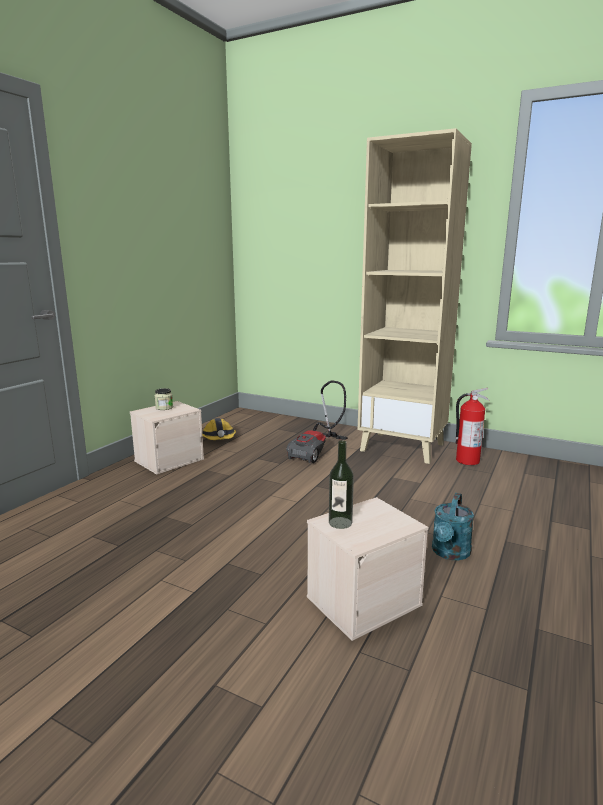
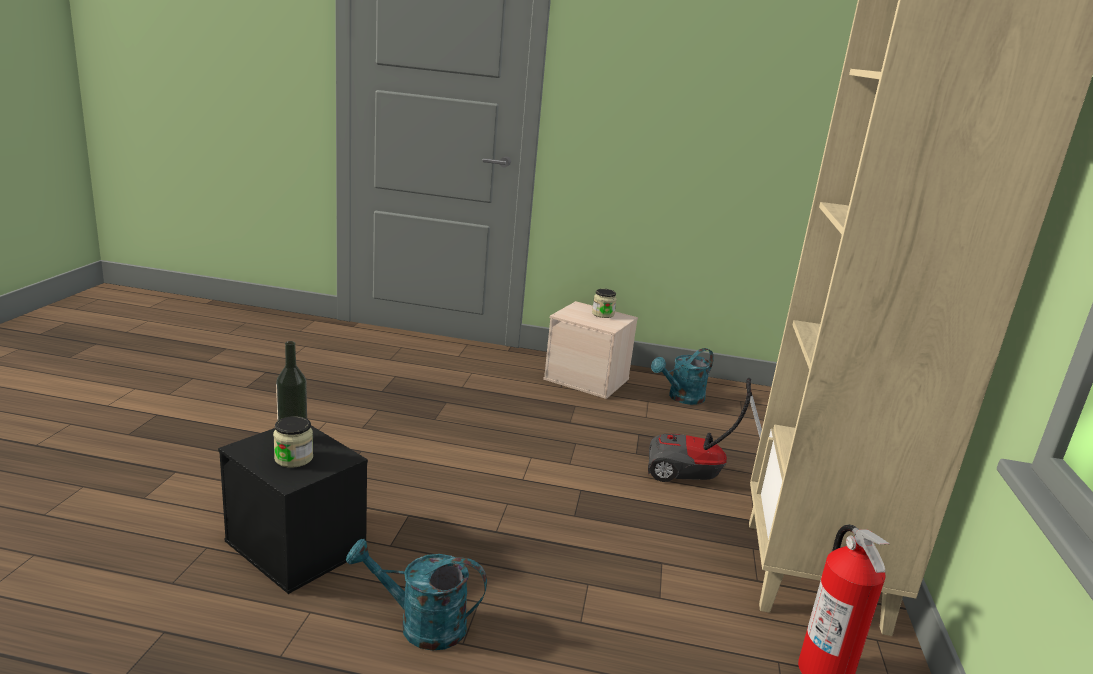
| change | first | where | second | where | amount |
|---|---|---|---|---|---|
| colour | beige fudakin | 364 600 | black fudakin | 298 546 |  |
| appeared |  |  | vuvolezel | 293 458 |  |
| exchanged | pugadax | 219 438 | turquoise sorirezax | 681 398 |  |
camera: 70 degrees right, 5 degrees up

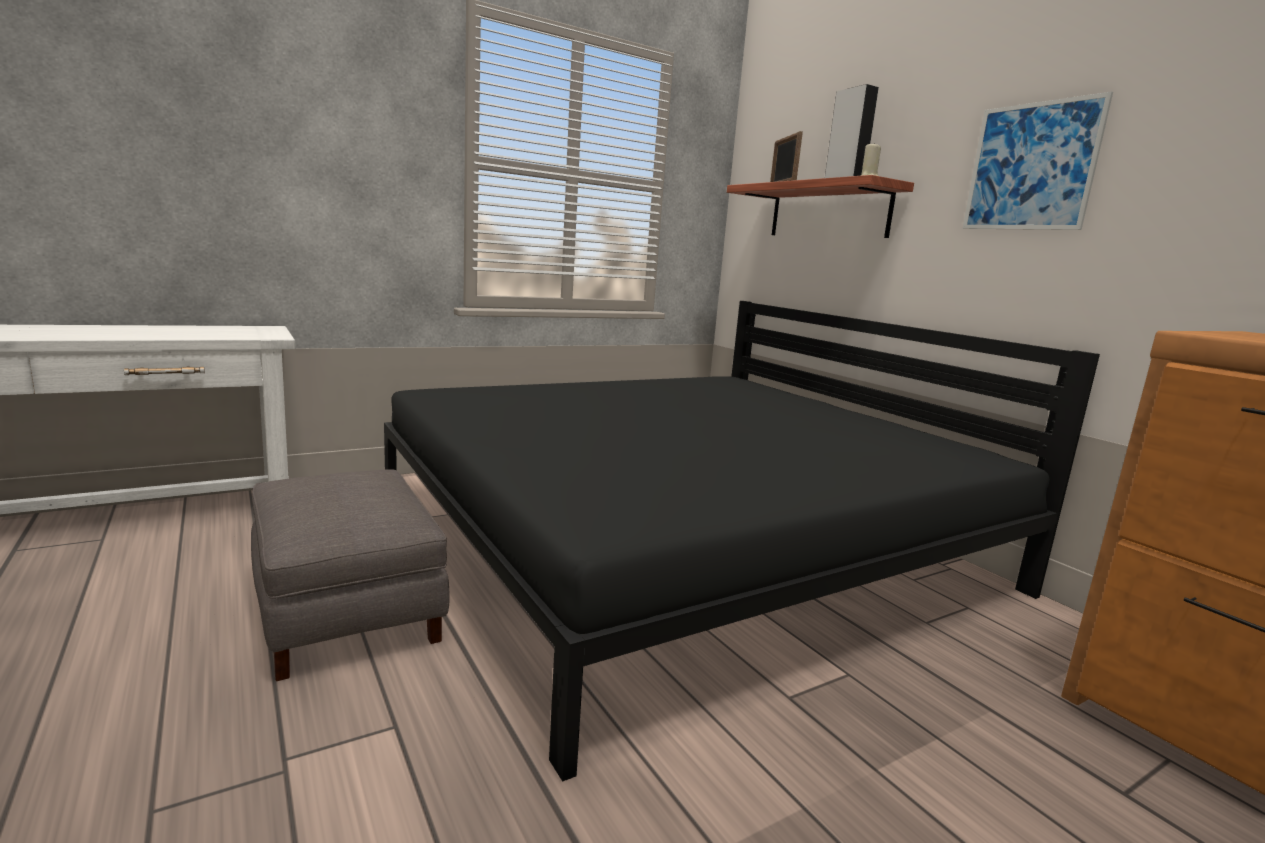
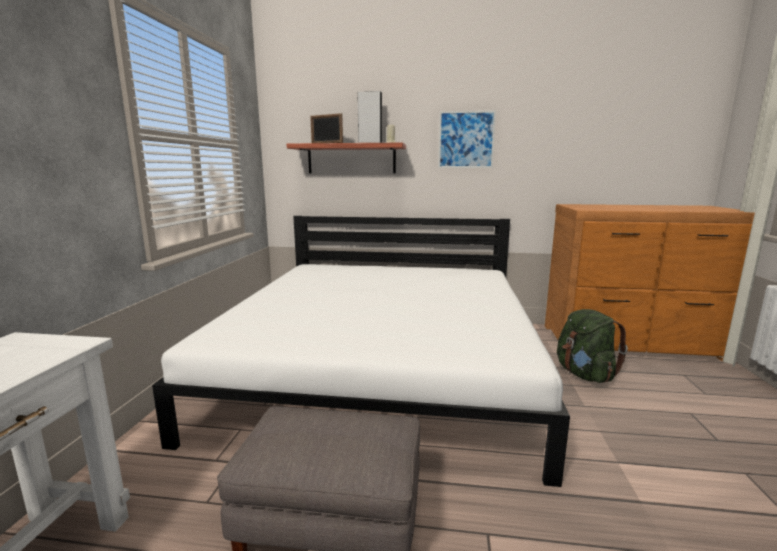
| change | first | where | second | where | amount |
|---|---|---|---|---|---|
| colour | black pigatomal | 684 542 | white pigatomal | 382 367 |  |
| appeared |  |  | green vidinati | 584 374 |  |
camera: 50 degrees left, 0 degrees up

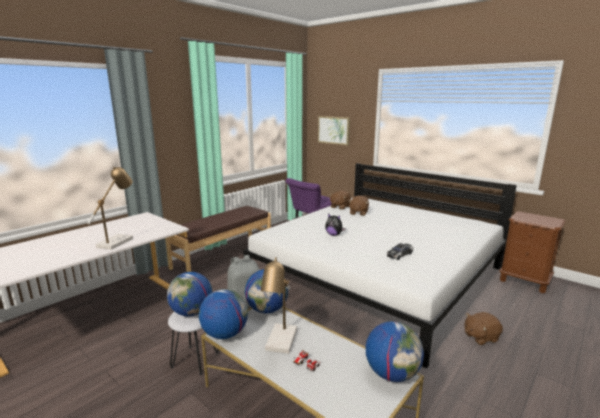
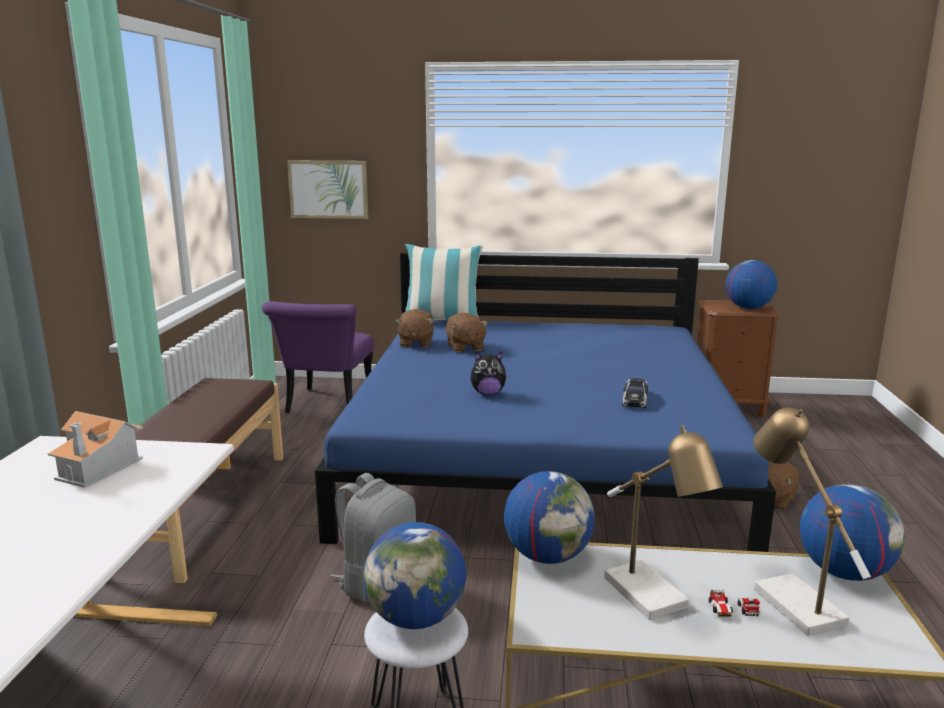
| change | first | where | second | where | amount |
|---|---|---|---|---|---|
| appeared |  |  | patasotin | 98 467 |  |
| colour | white pigatomal | 378 275 | blue pigatomal | 541 455 |  |
| appeared |  |  | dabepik | 443 321 |  |
| relocated | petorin | 225 334 |  | 748 308 |  |
| relocated | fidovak | 118 241 |  | 789 600 |  |
camera: 35 degrees left, 0 degrees up

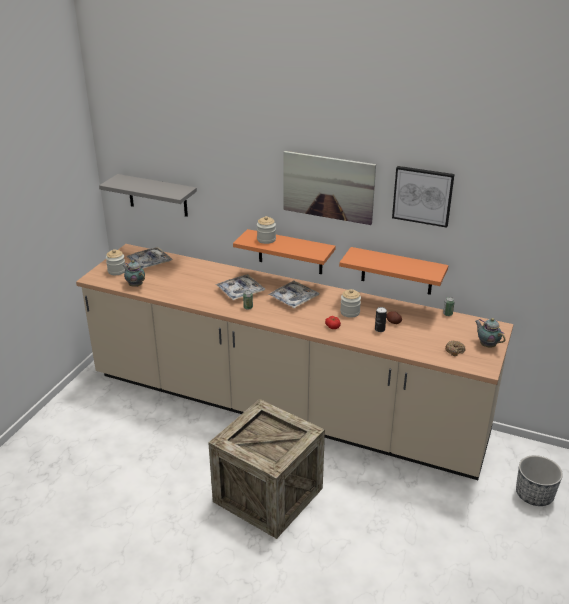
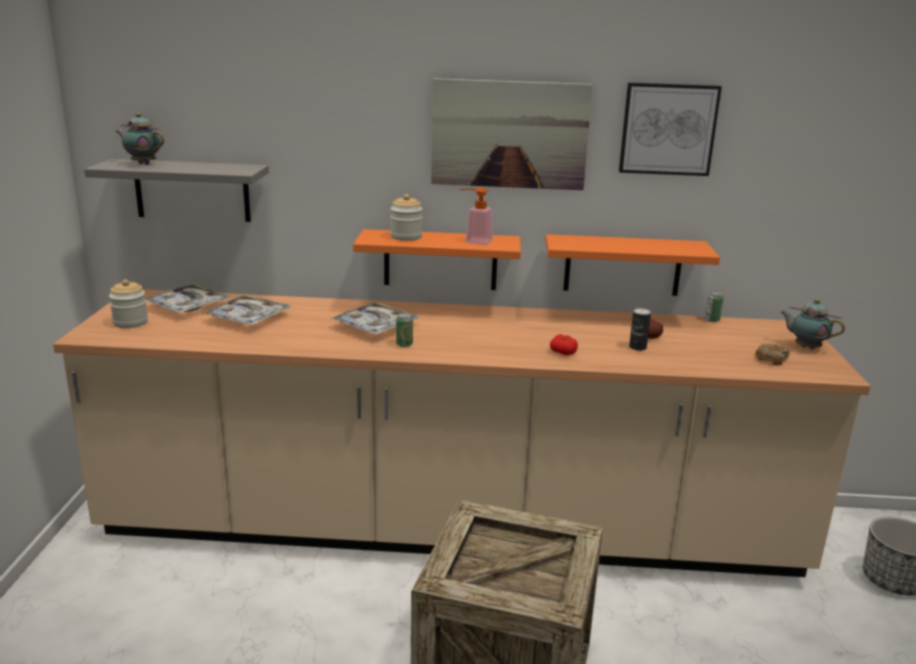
| change | first | where | second | where | amount |
|---|---|---|---|---|---|
| relocated | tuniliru | 135 285 |  | 142 164 |  |
| relocated | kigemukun | 293 299 |  | 248 318 |  |
| appeared |  |  | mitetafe | 474 241 |  |
| missing | vuvolezel | 350 312 |  |  |  |
camera: 20 degrees left, 10 degrees down

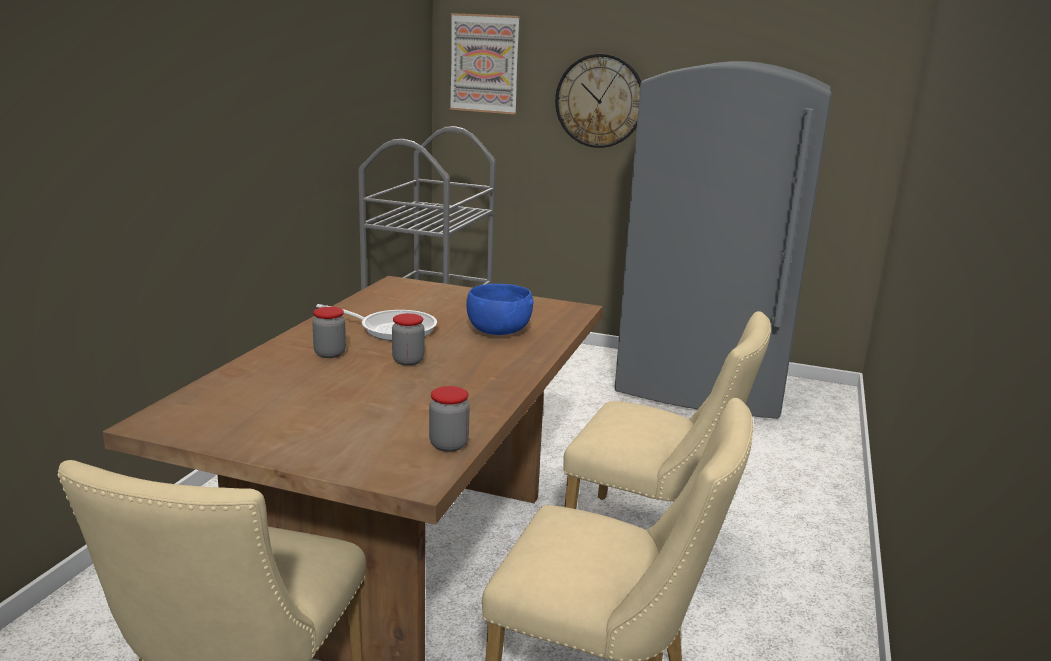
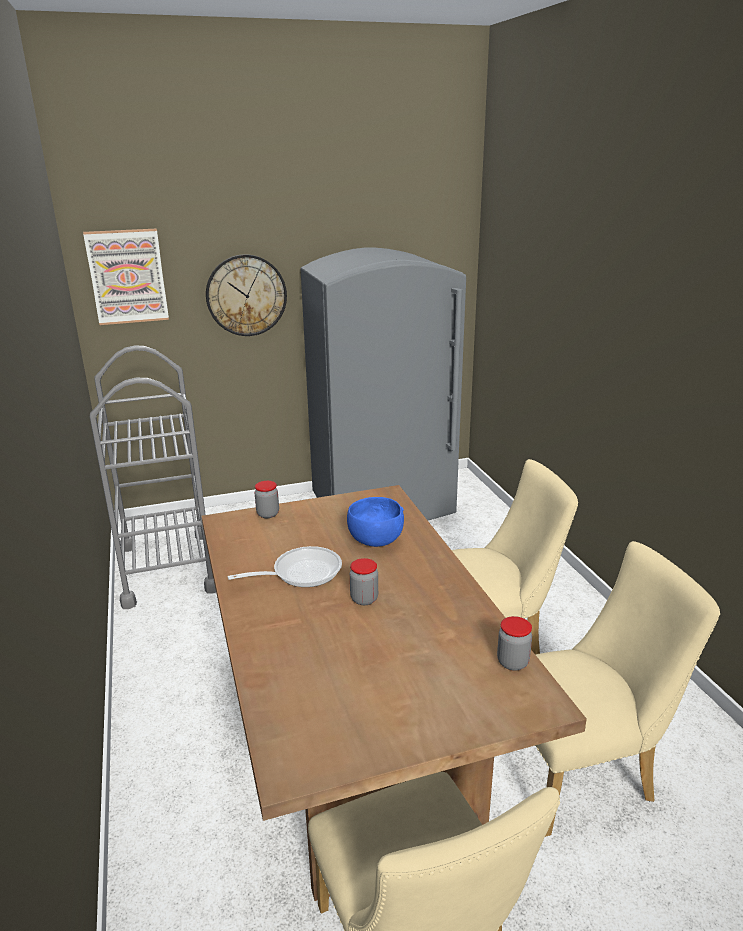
| change | first | where | second | where | amount |
|---|---|---|---|---|---|
| relocated | vuvolezel | 330 353 |  | 268 514 |  |
camera: 35 degrees left, 5 degrees up

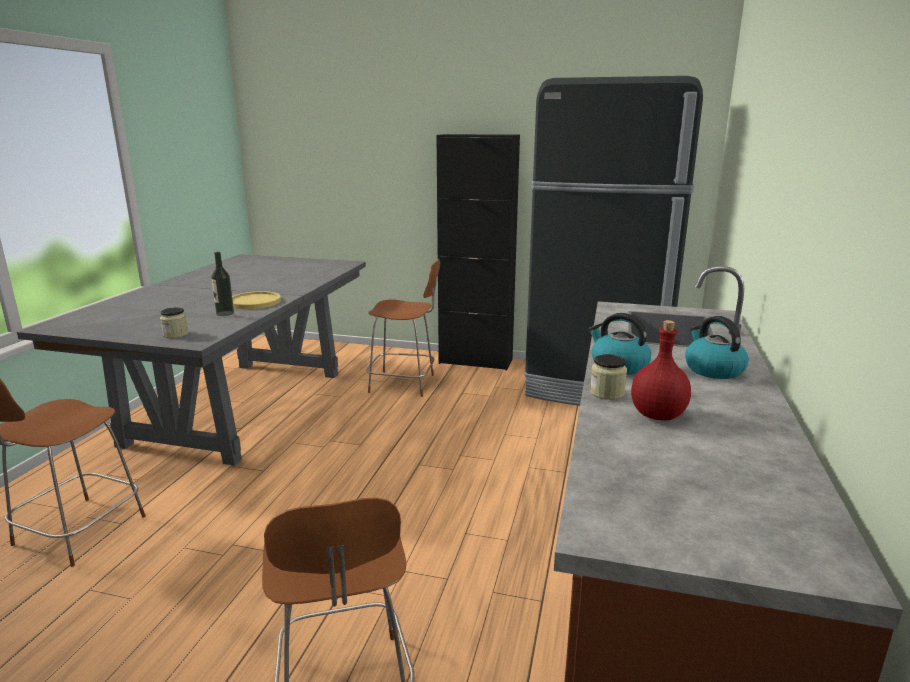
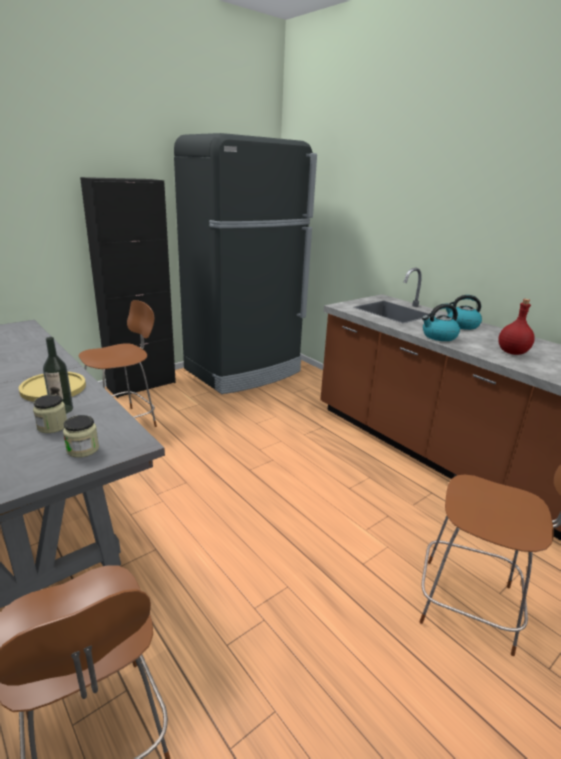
| change | first | where | second | where | amount |
|---|---|---|---|---|---|
| relocated | vuvolezel | 607 393 |  | 52 426 |  |
camera: 55 degrees left, 5 degrees up

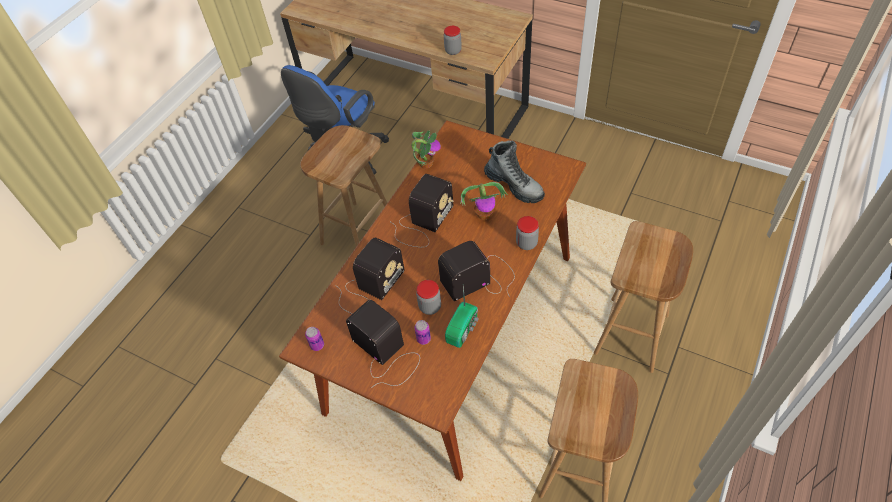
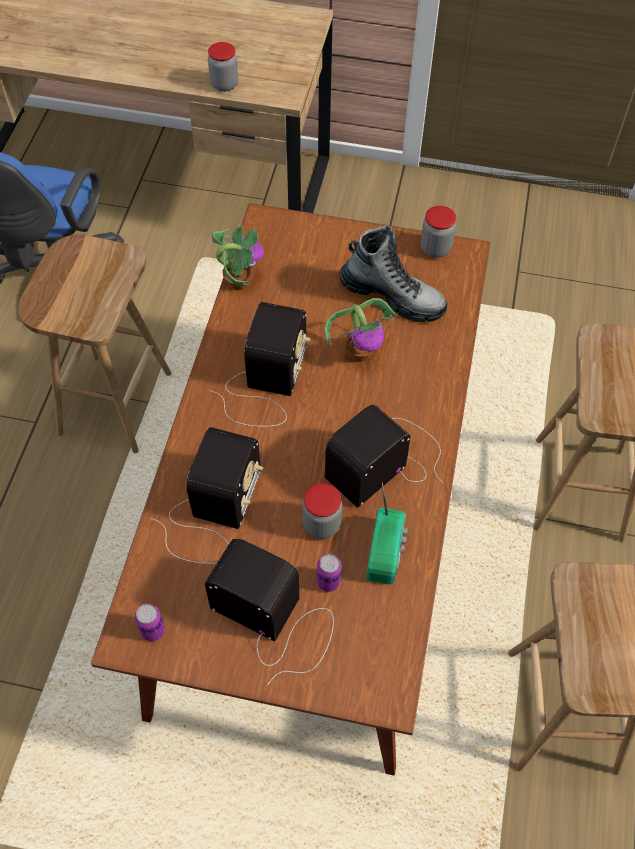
| change | first | where | second | where | amount |
|---|---|---|---|---|---|
| relocated | vuvolezel | 526 243 |  | 435 248 |  |
camera: 20 degrees left, 5 degrees up

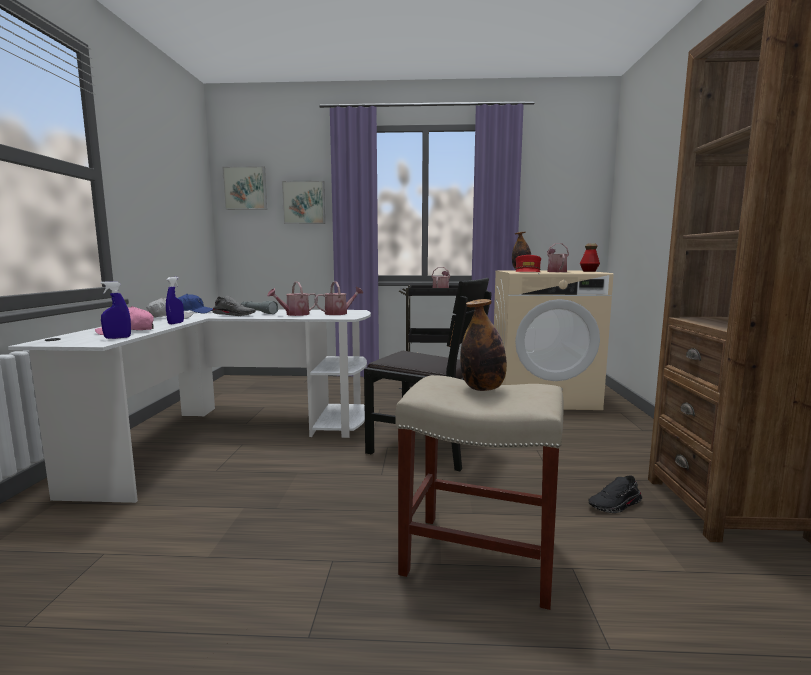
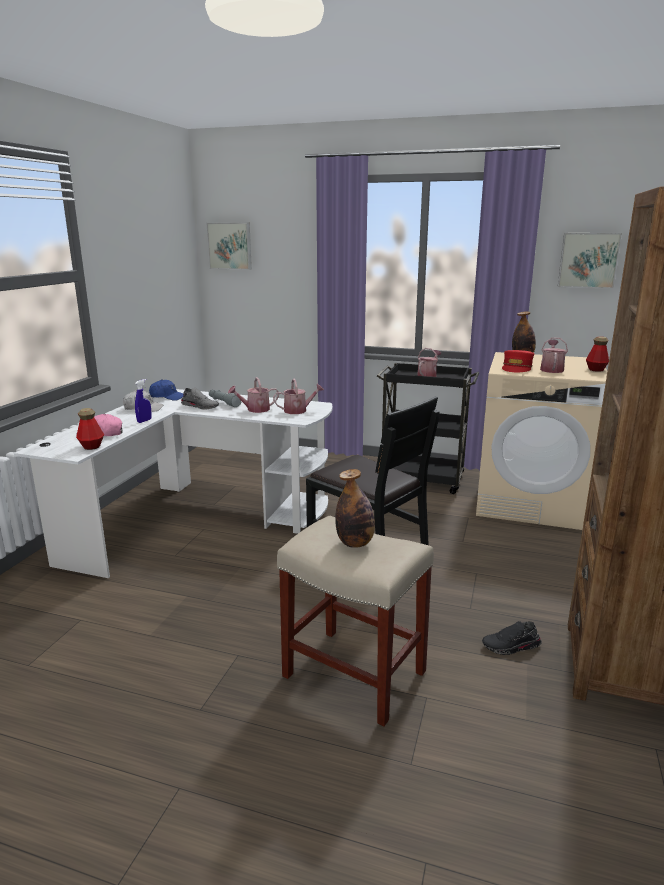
| change | first | where | second | where | amount |
|---|---|---|---|---|---|
| exchanged | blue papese | 117 338 | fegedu | 91 446 |  |
| relocated | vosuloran | 304 202 |  | 588 260 |  |
camera: 15 degrees right, 10 degrees up

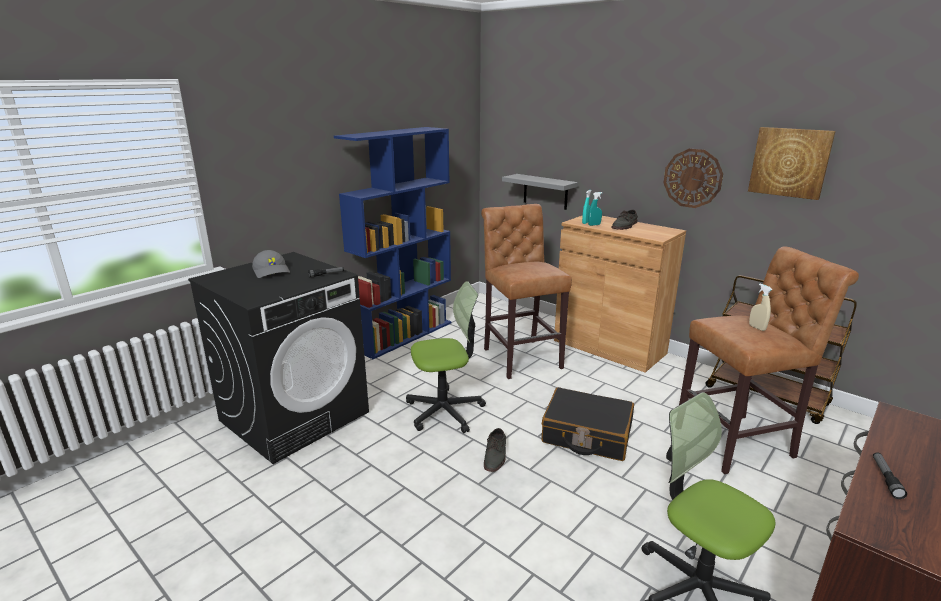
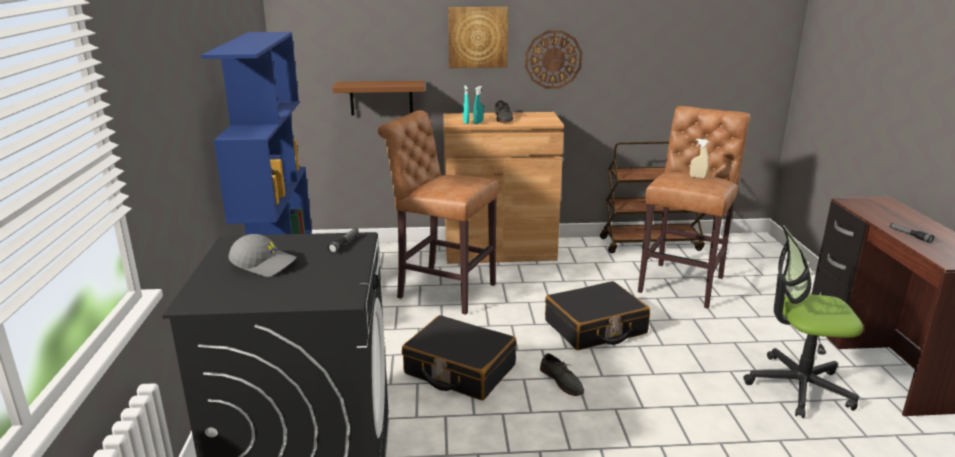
| change | first | where | second | where | amount |
|---|---|---|---|---|---|
| colour | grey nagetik | 545 191 | brown nagetik | 381 98 |  |
| exchanged | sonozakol | 445 411 | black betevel | 459 370 |  |
| relocated | vosuloran | 790 162 |  | 477 37 |  |
camera: 45 degrees left, 0 degrees up

